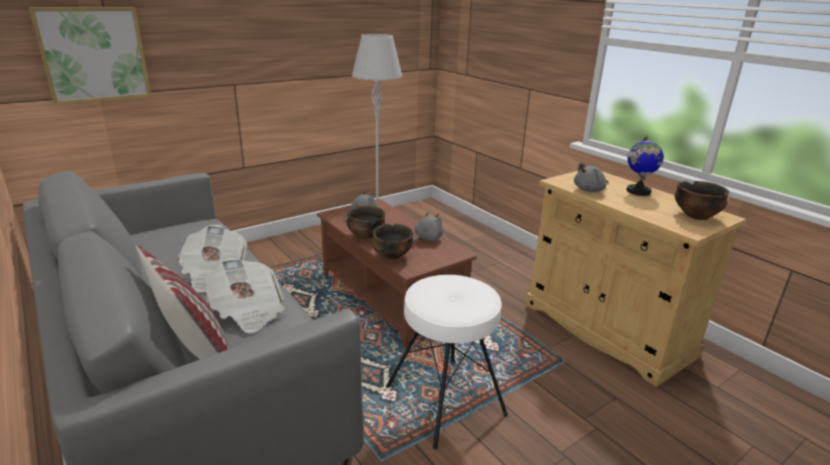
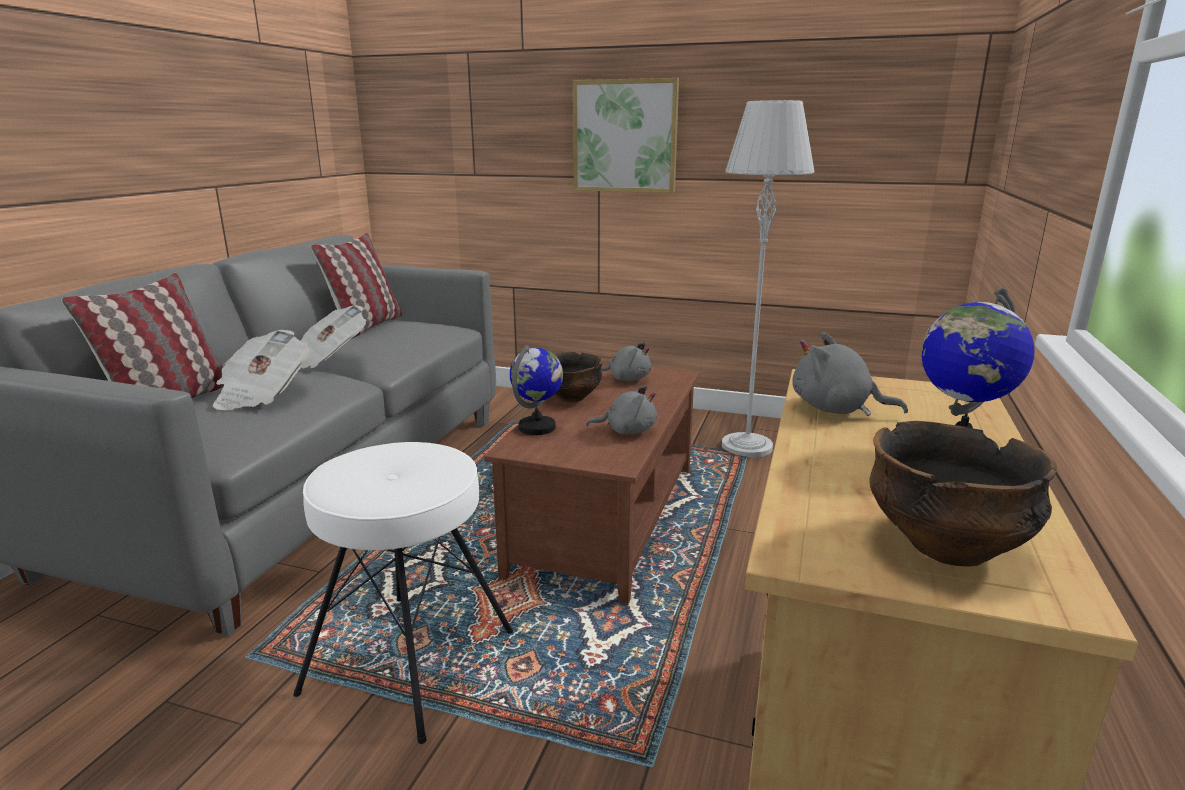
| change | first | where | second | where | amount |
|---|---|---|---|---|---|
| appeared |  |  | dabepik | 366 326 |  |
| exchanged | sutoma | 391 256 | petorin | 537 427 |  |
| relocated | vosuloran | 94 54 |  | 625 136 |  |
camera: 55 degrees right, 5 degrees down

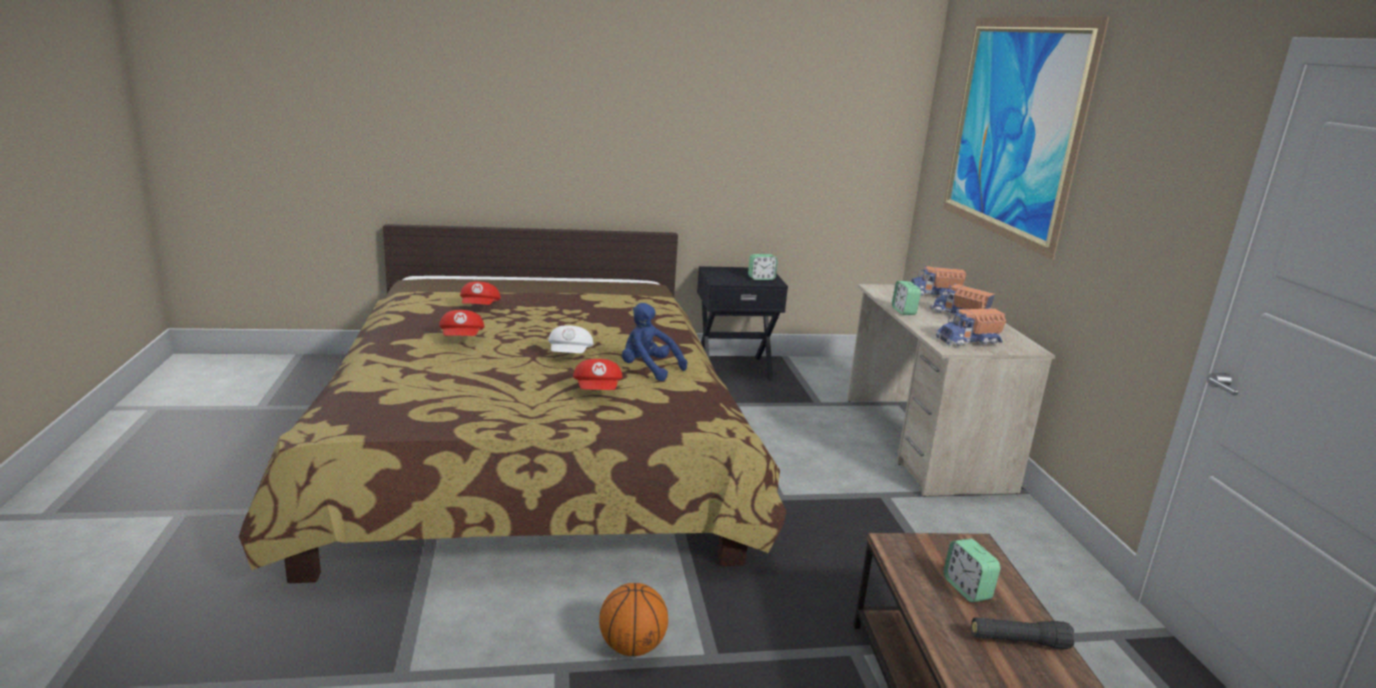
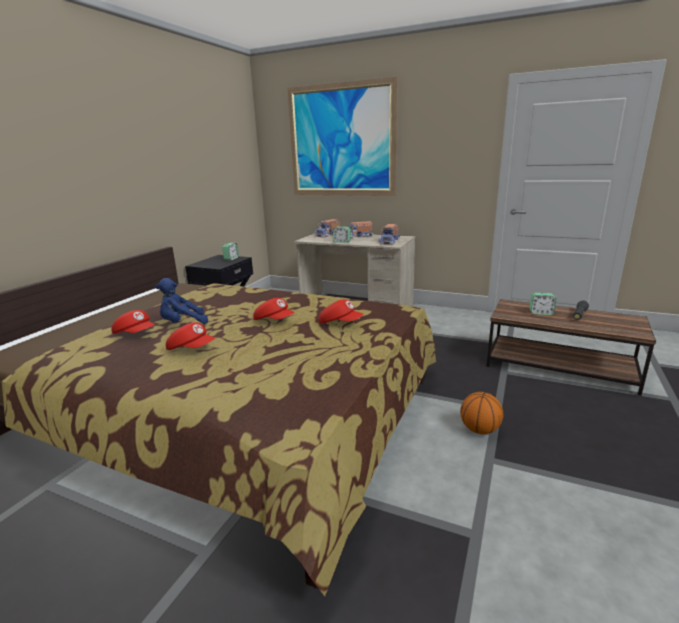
| change | first | where | second | where | amount |
|---|---|---|---|---|---|
| relocated | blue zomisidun | 648 369 |  | 182 324 |  |
| colour | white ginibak | 570 355 | red ginibak | 274 321 |  |
camera: 55 degrees left, 0 degrees up

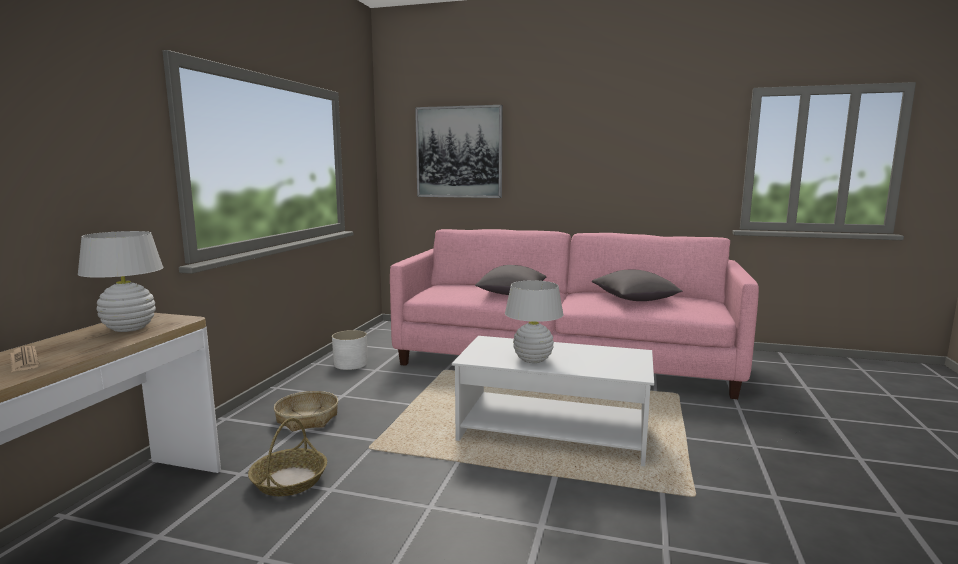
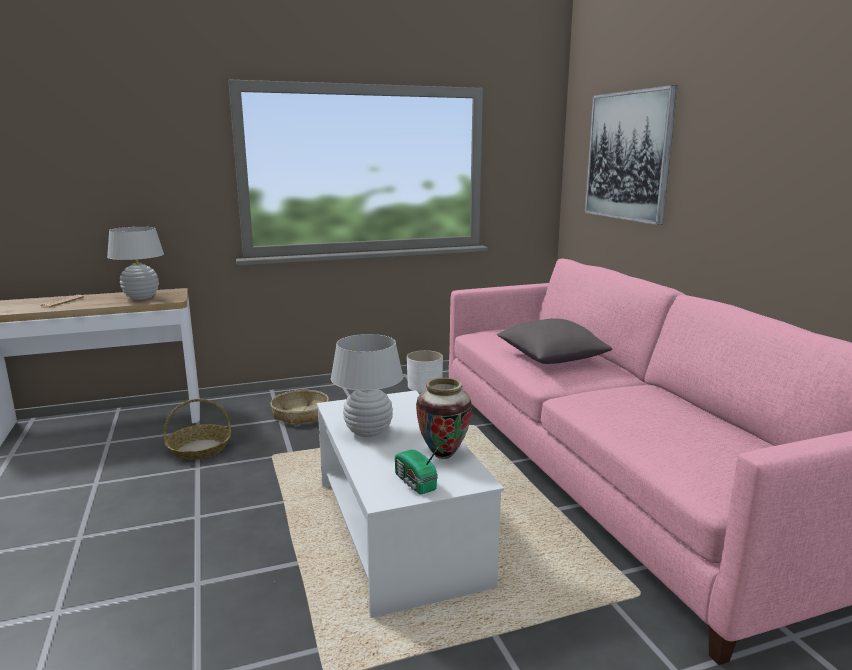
| change | first | where | second | where | amount |
|---|---|---|---|---|---|
| appeared |  |  | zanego | 415 483 |  |
| appeared |  |  | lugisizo | 443 454 |  |
| missing | grey dabepik | 634 299 |  |  |  |
camera: 55 degrees right, 5 degrees up

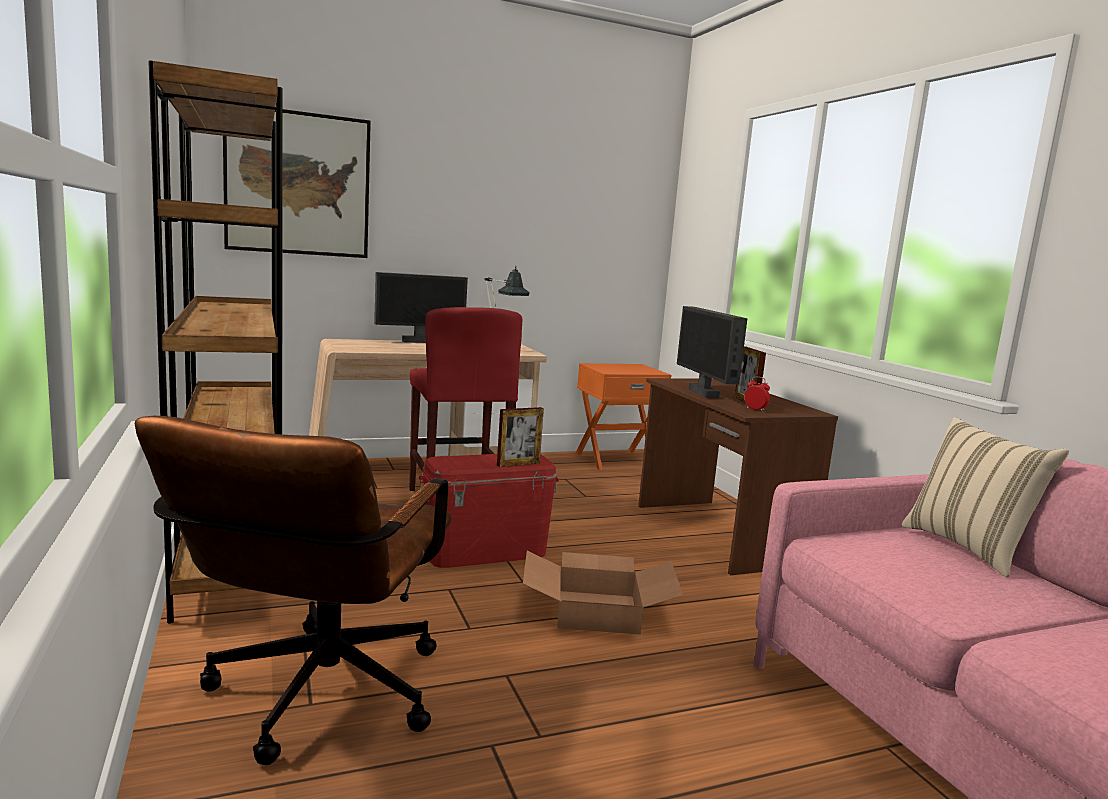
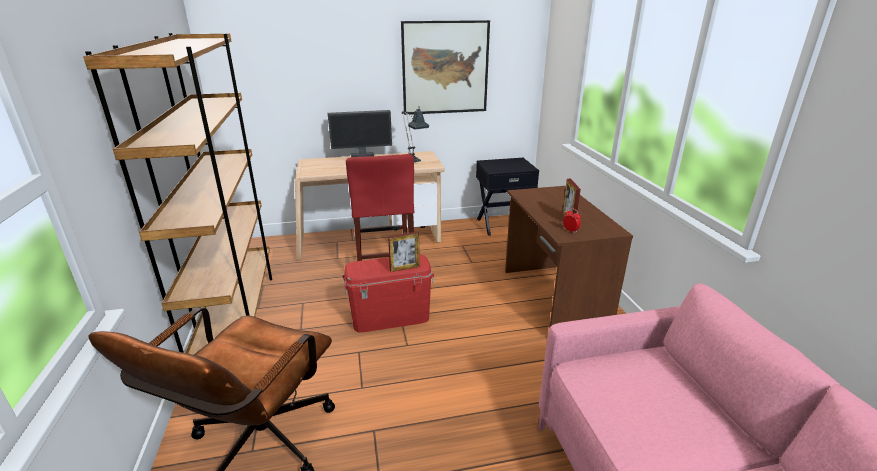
| change | first | where | second | where | amount |
|---|---|---|---|---|---|
| relocated | vosuloran | 298 184 |  | 445 68 |  |
| colour | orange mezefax | 615 459 | black mezefax | 502 224 |  |
| missing | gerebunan | 598 611 |  |  |  |
| missing | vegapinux | 704 393 |  |  |  |
| missing | beige dabepik | 968 548 |  |  |  |
camera: 10 degrees right, 15 degrees up

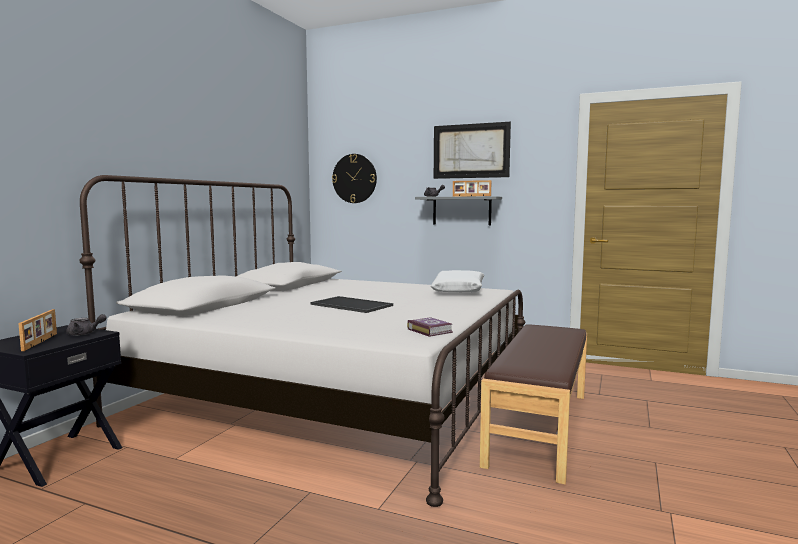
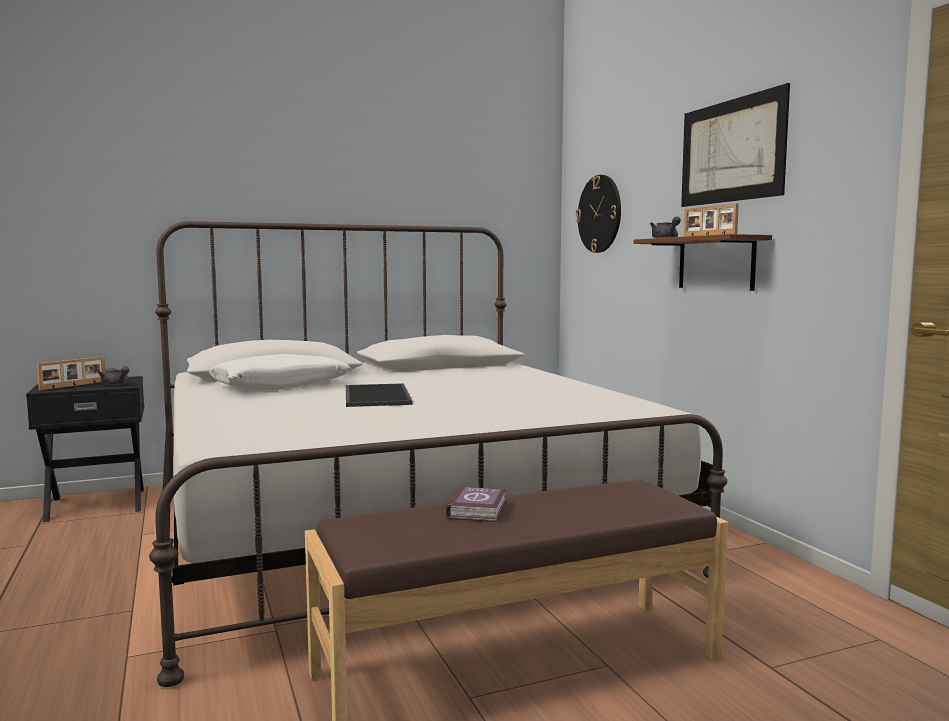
| change | first | where | second | where | amount |
|---|---|---|---|---|---|
| relocated | white dabepik | 459 290 |  | 280 386 |  |
| relocated | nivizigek | 429 330 |  | 478 510 |  |
| colour | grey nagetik | 461 210 | brown nagetik | 715 263 |  |
camera: 45 degrees right, 0 degrees up

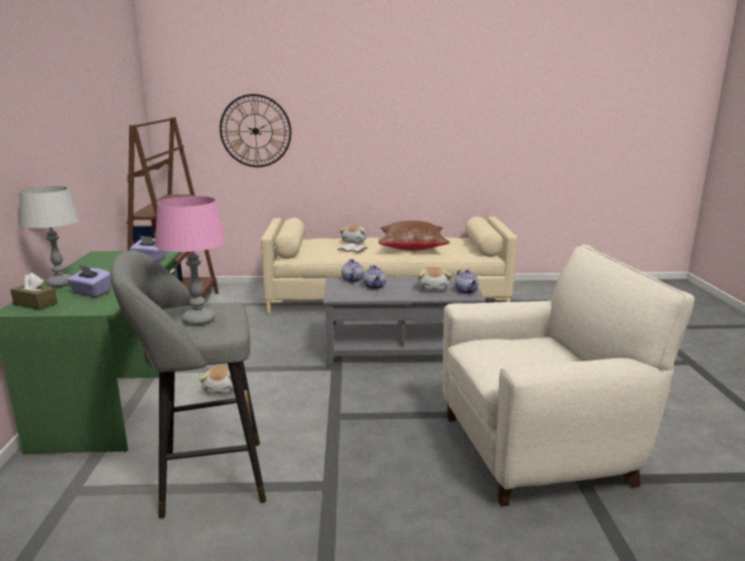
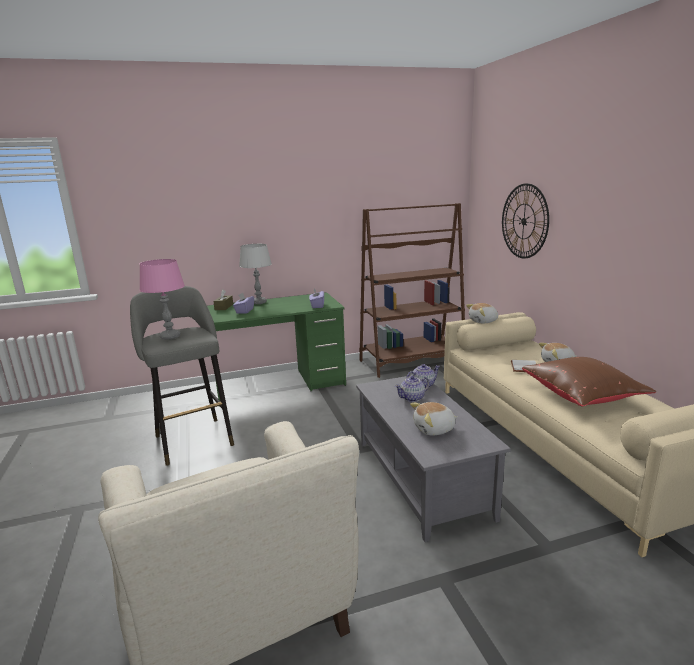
| change | first | where | second | where | amount |
|---|---|---|---|---|---|
| relocated | zomisidun | 222 389 |  | 483 321 |  |
| missing | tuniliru | 466 291 |  |  |  |
camera: 75 degrees right, 0 degrees up

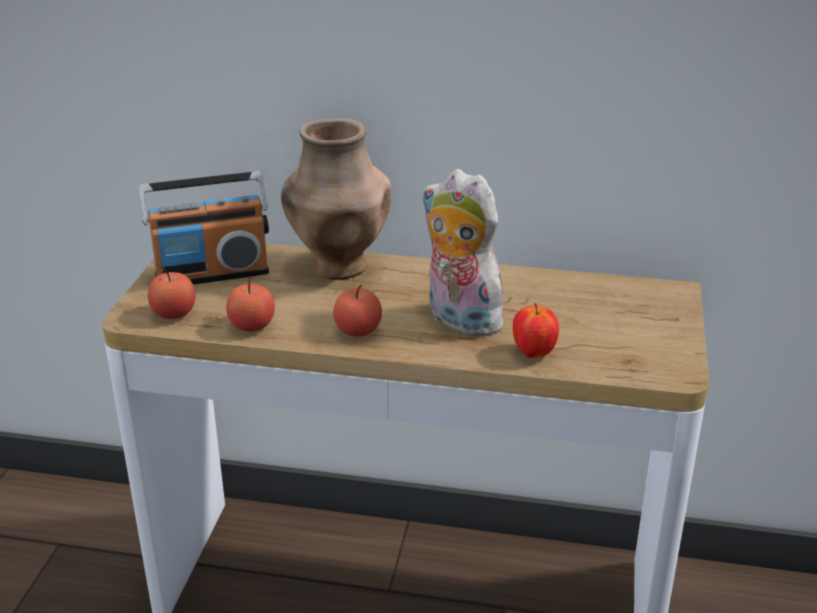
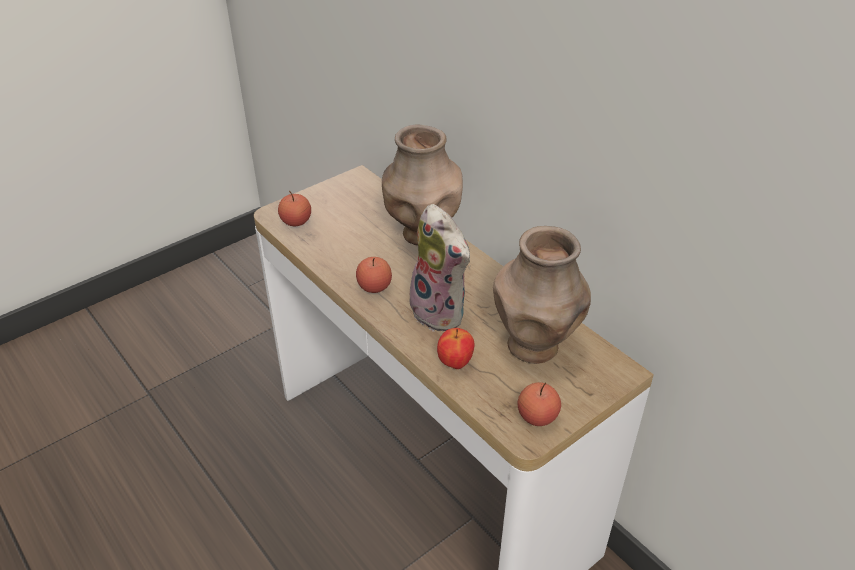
| change | first | where | second | where | amount |
|---|---|---|---|---|---|
| spun | zomisidun | 458 320 |  | 442 312 | 150 degrees clockwise |
| appeared |  |  | brown lugisizo | 534 346 |  |
| relocated | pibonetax | 252 325 |  | 537 416 |  |
| missing | zanego | 212 274 |  |  |  |
camera: 40 degrees right, 10 degrees up

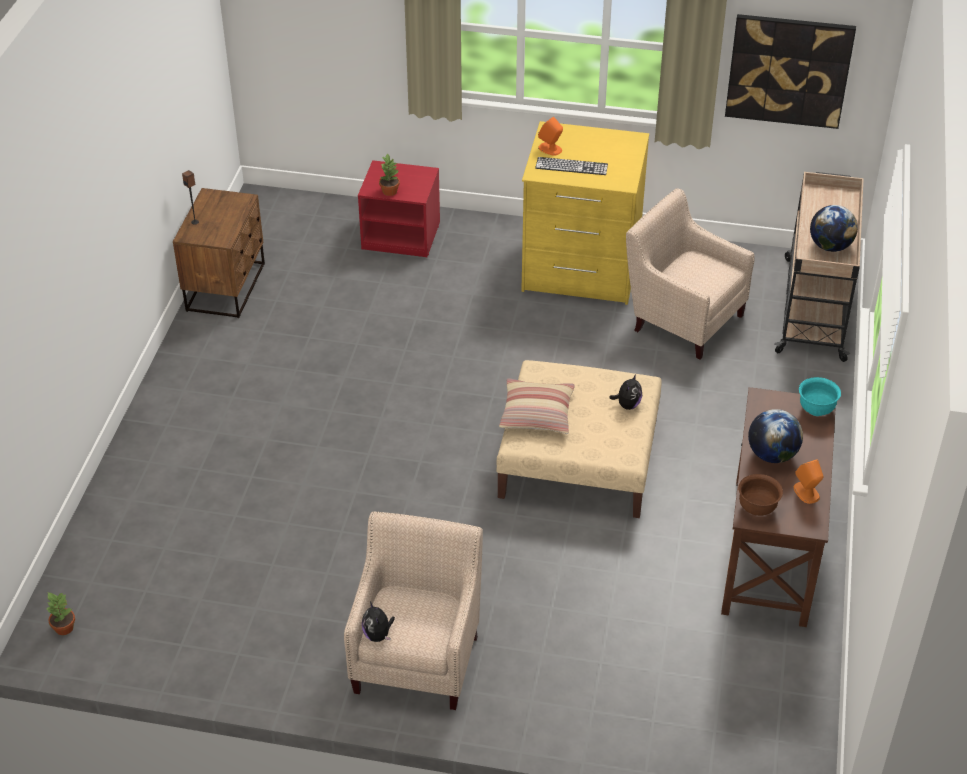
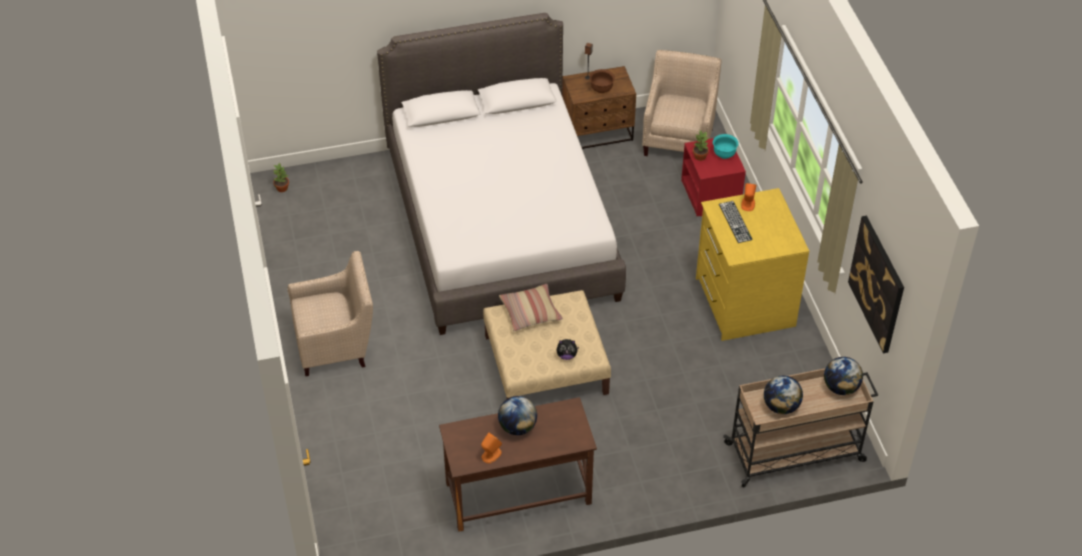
| change | first | where | second | where | amount |
|---|---|---|---|---|---|
| appeared |  |  | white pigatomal | 501 225 |  |
| relocated | brown sutoma | 757 508 |  | 601 89 |  |
| relocated | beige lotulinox | 683 318 |  | 679 138 |  |
| relocated | turquoise sutoma | 816 409 |  | 724 154 |  |
| appeared |  |  | petorin | 841 387 |  |
| missing | zomisidun | 378 635 |  |  |  |
camera: 65 degrees right, 5 degrees up

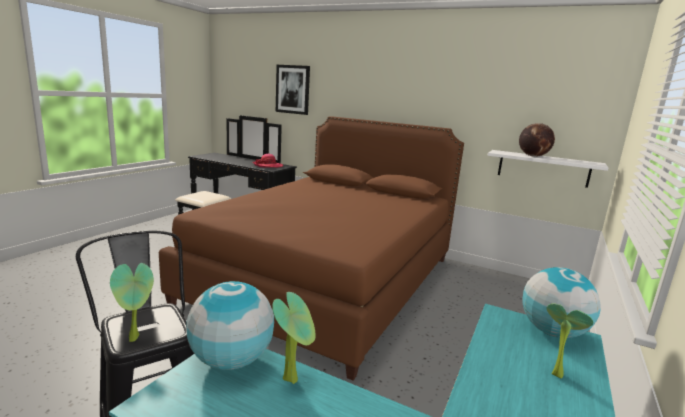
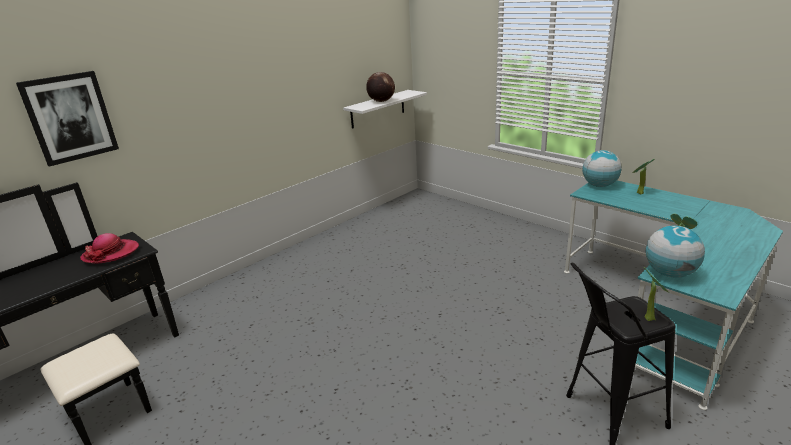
| change | first | where | second | where | amount |
|---|---|---|---|---|---|
| missing | brown pigatomal | 328 279 |  |  |  |
camera: 70 degrees left, 10 degrees up

